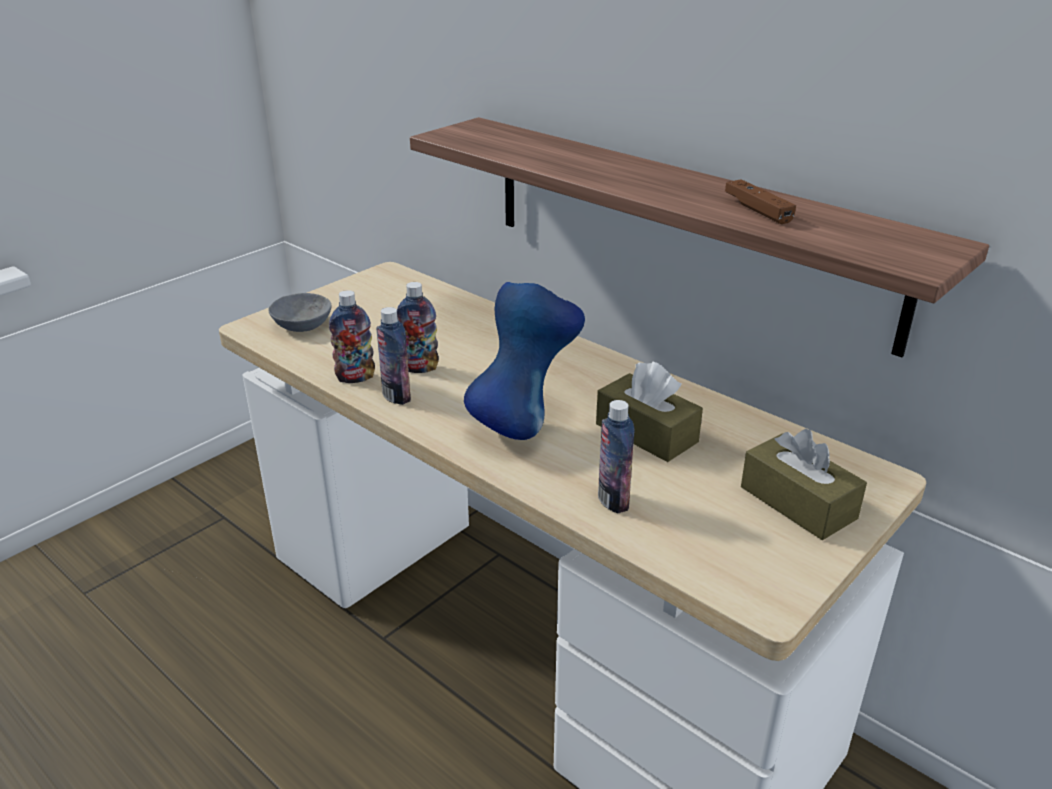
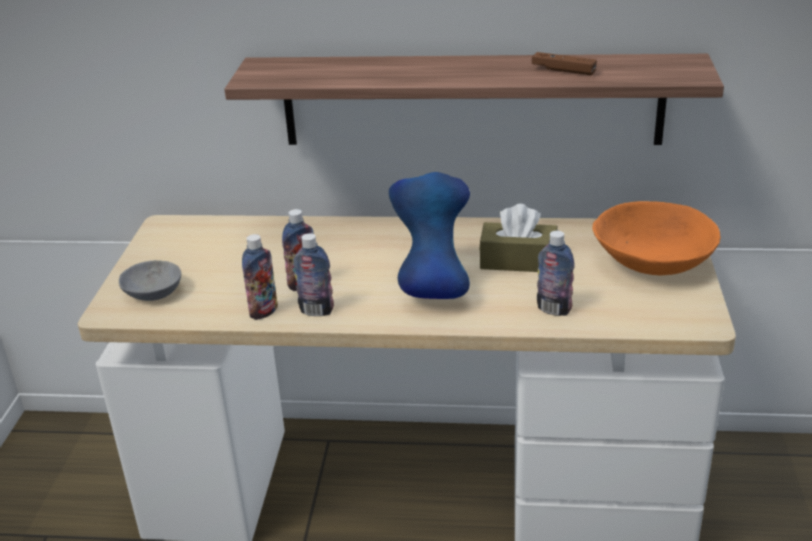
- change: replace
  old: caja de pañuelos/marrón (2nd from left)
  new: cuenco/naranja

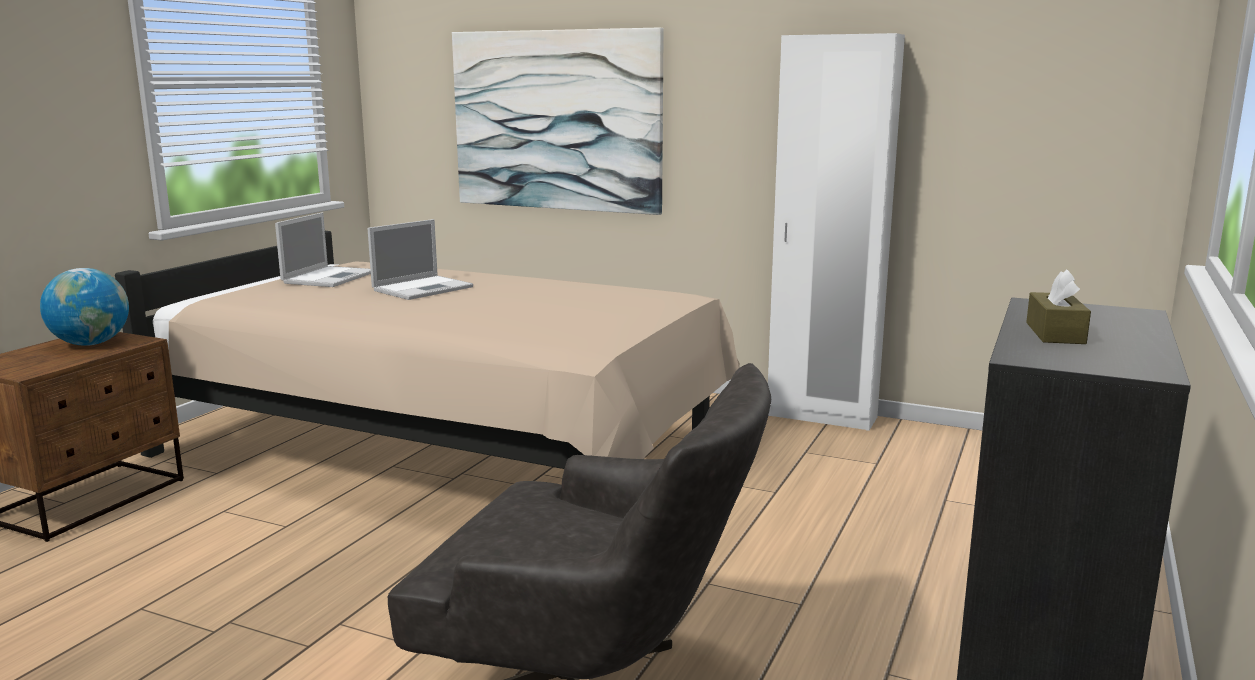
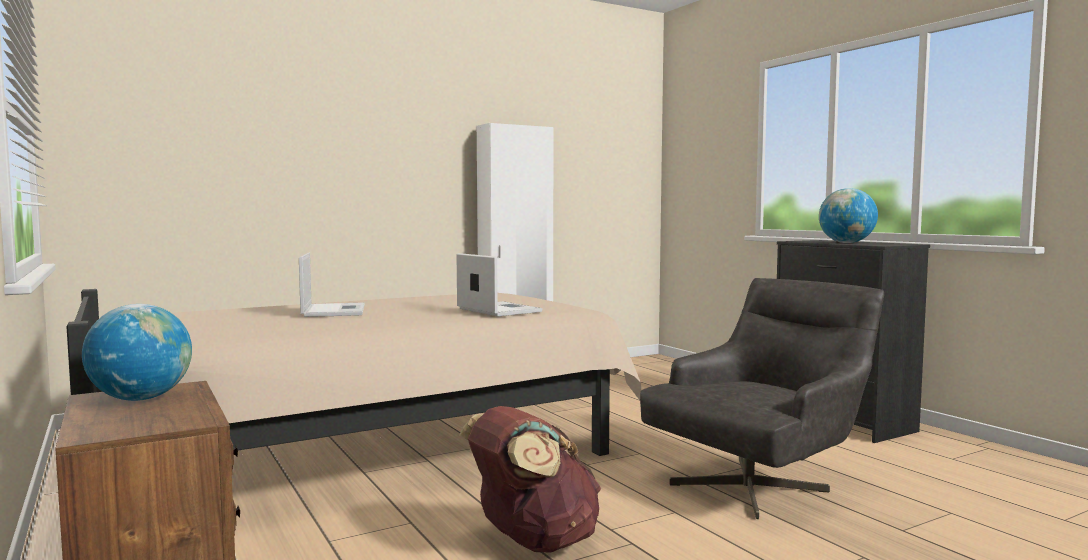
- change: move
  old: portátil (1st from left in the first image)
  new: portátil (2nd from left)
- change: delete
  old: cuadro
- change: replace
  old: caja de pañuelos/marrón
  new: globo terráqueo (2nd from left)
- change: insert
  new: mochila/marrón

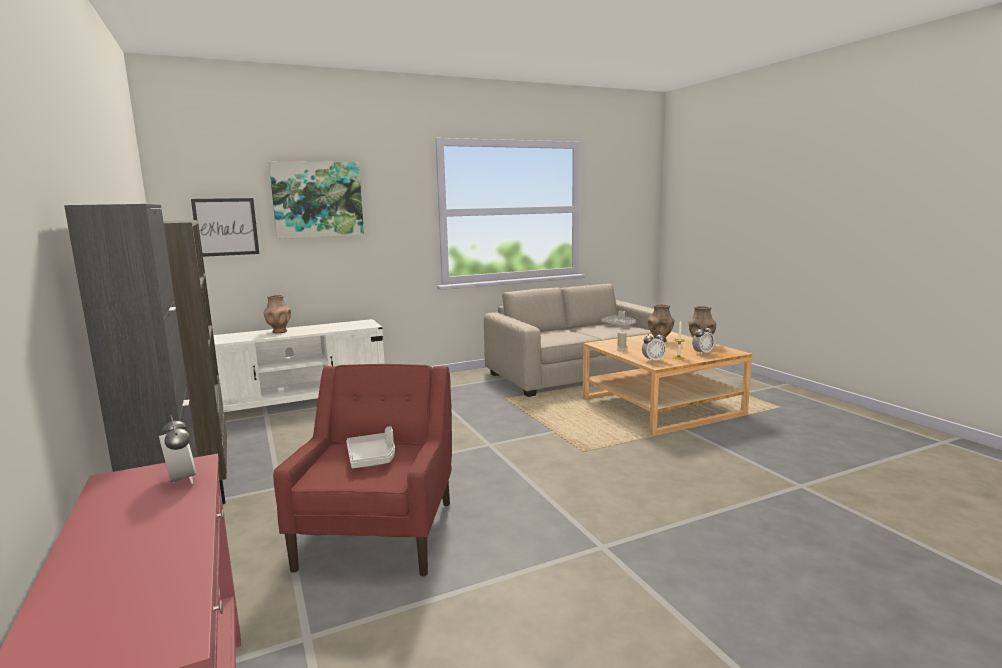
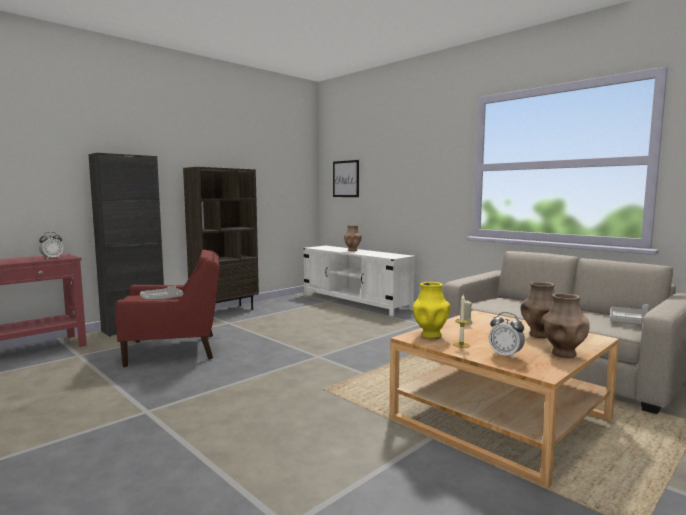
- change: delete
  old: cuadro (2nd from left)
- change: replace
  old: despertador (2nd from left)
  new: florero/amarillo

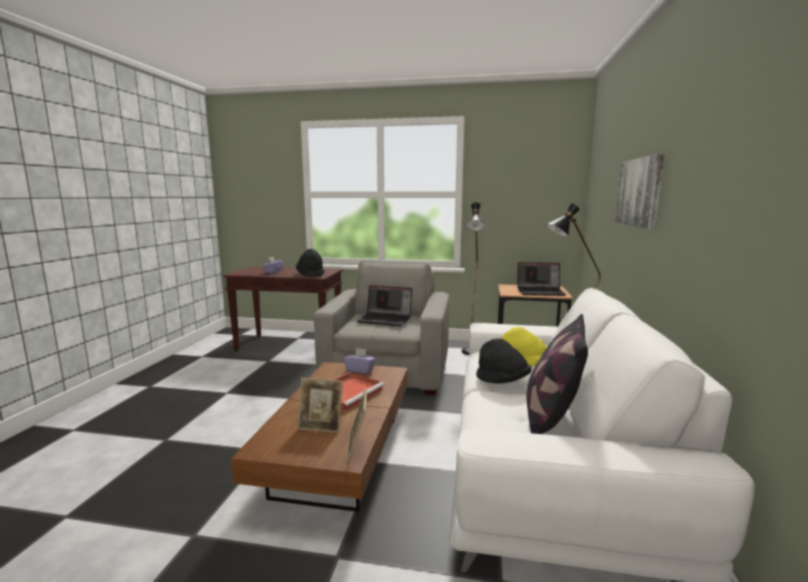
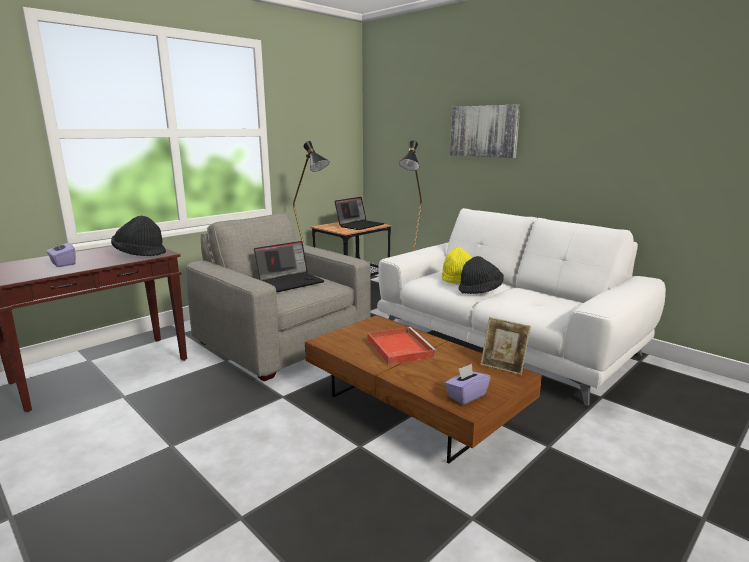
- change: delete
  old: portarretratos (1st from left)
- change: move
  old: caja de pañuelos/morado (2nd from left)
- change: delete
  old: cojín

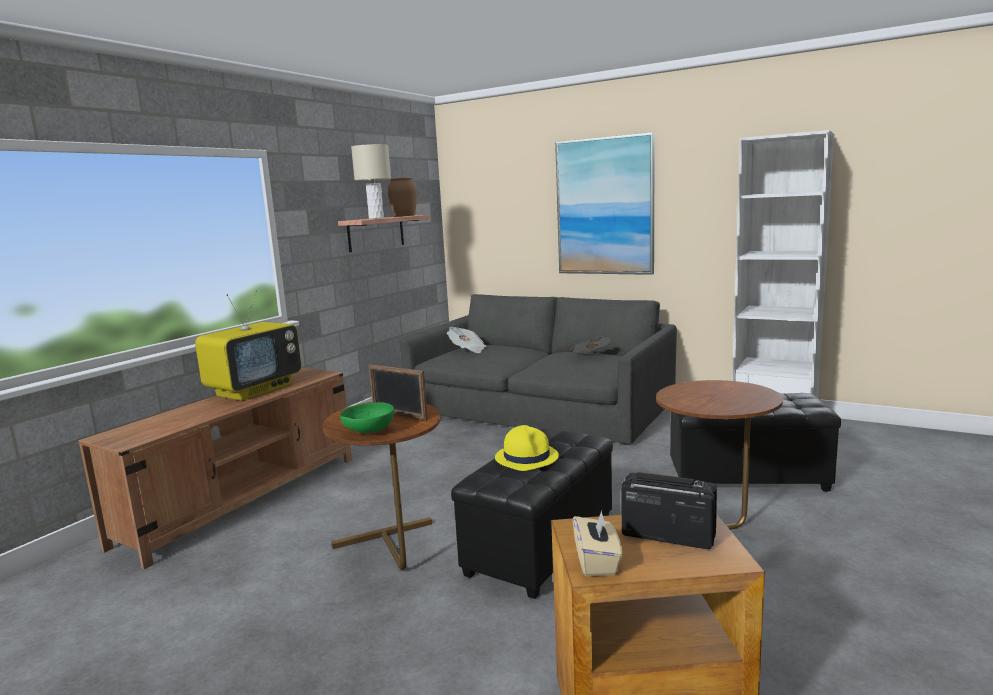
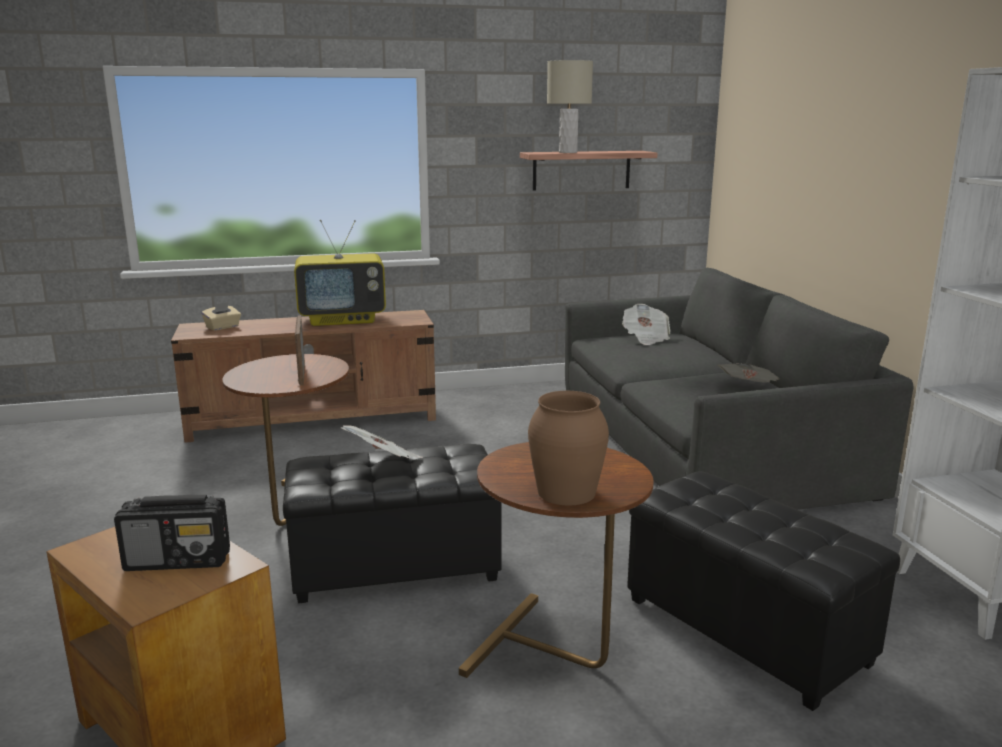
- change: delete
  old: cuenco/verde
- change: move
  old: florero/marrón
- change: replace
  old: sombrero/amarillo
  new: periódico (1st from left)
- change: delete
  old: cuadro
- change: move
  old: caja de pañuelos/beis
- change: rotate
  old: radio
  degrees: 105

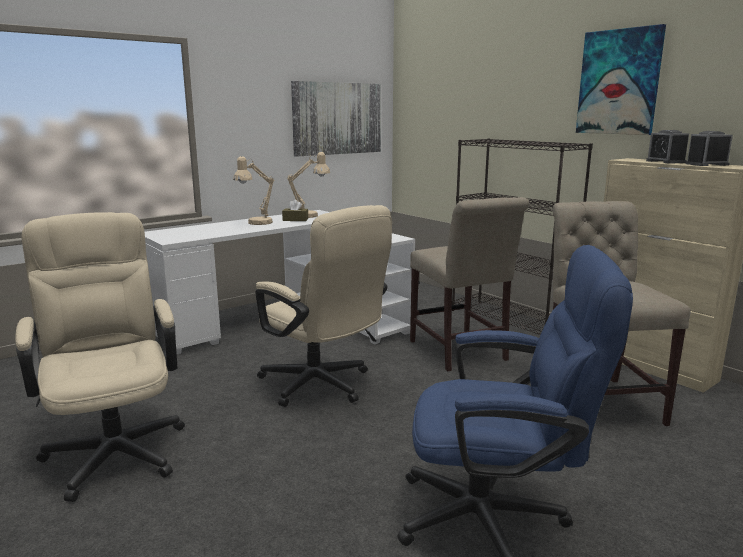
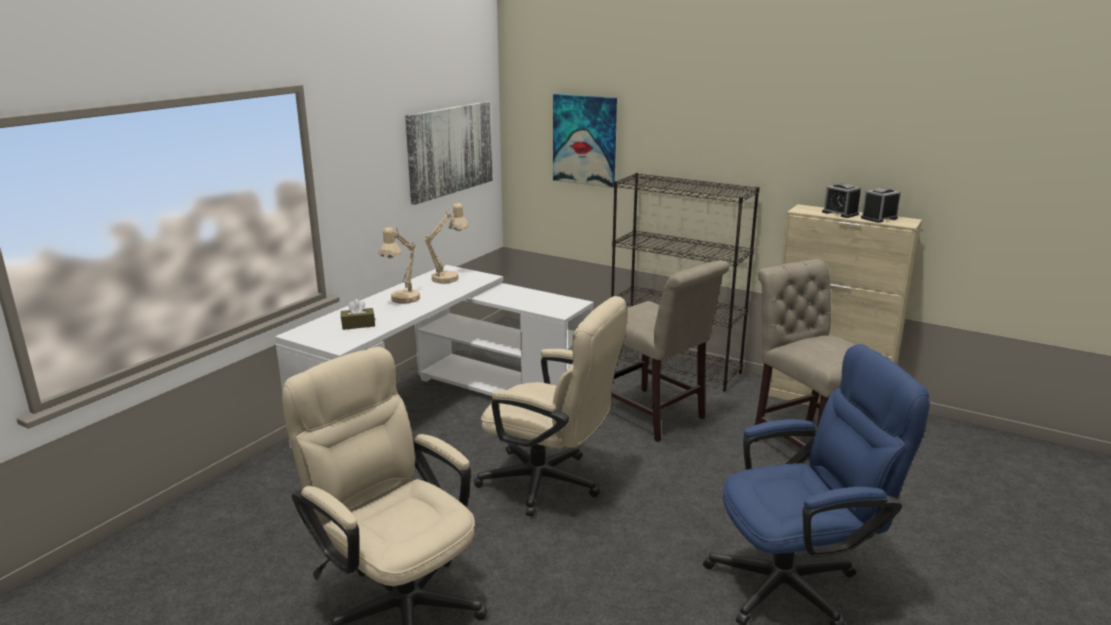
- change: move
  old: caja de pañuelos/marrón
- change: move
  old: cuadro (2nd from left)

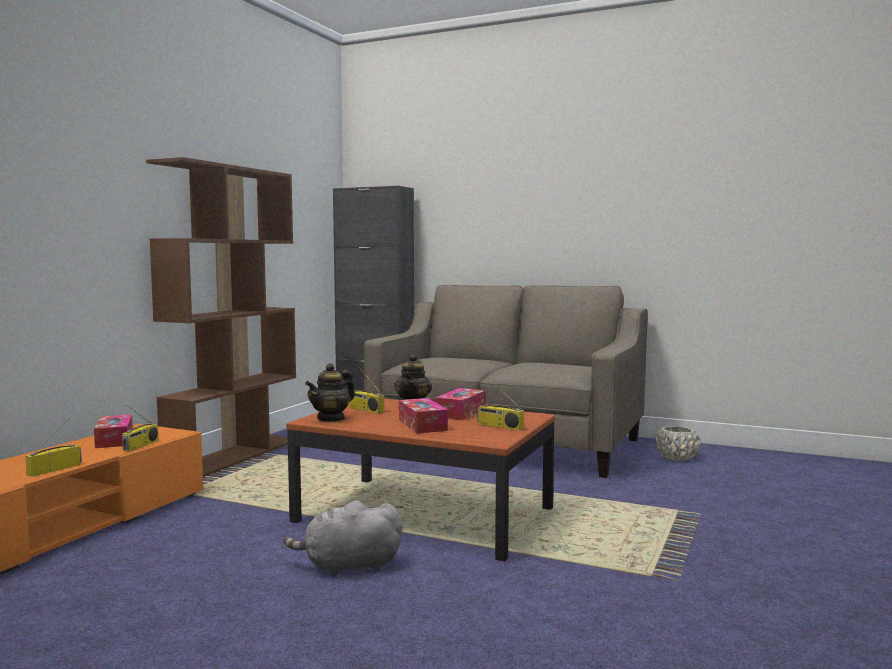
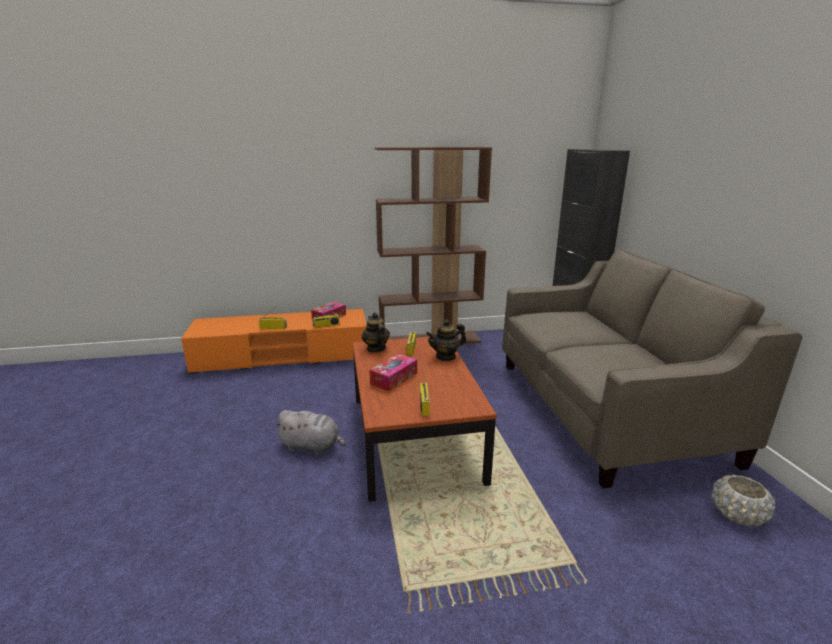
- change: rotate
  old: peluche/gris
  degrees: 150
- change: rotate
  old: tetera (1st from left)
  degrees: 60
- change: delete
  old: caja de pañuelos (3rd from left)

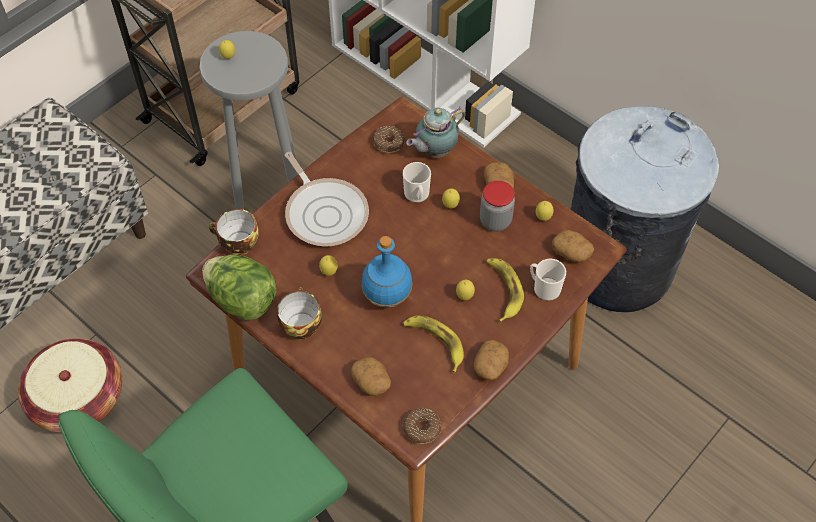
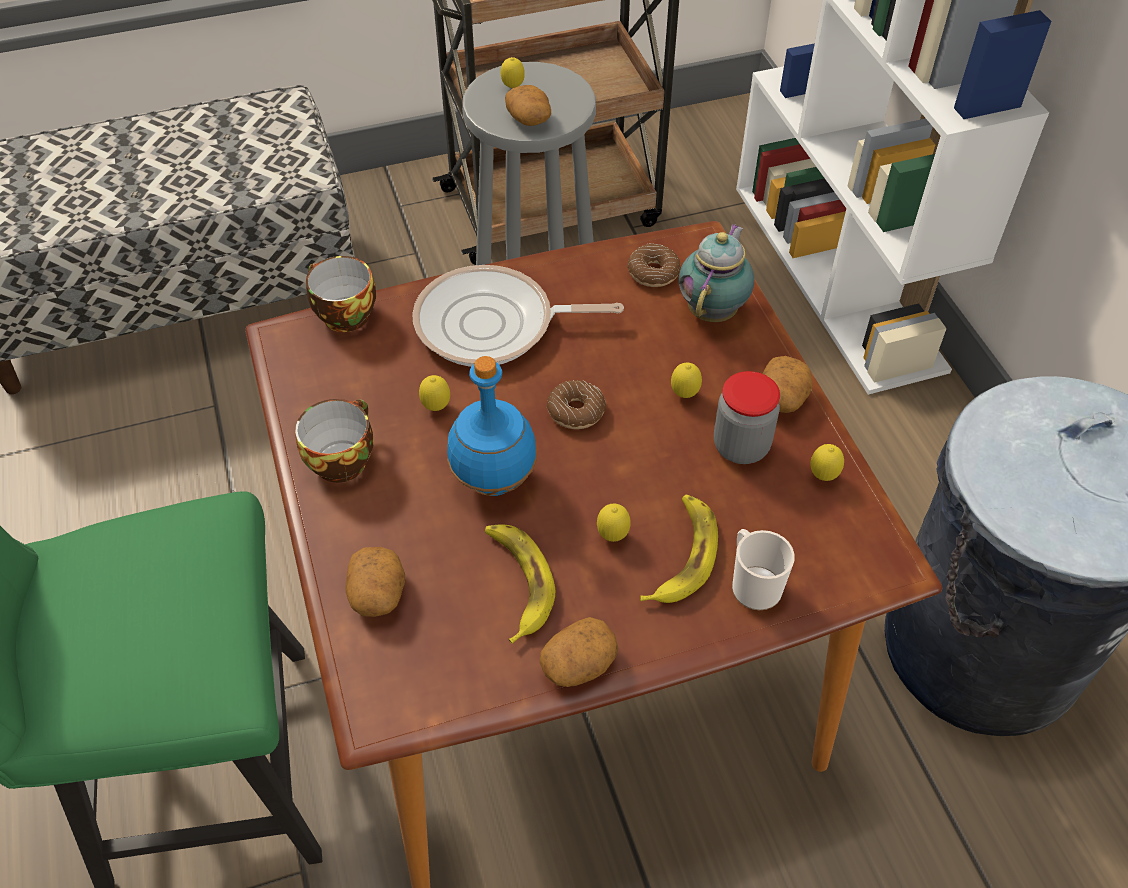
- change: delete
  old: cesta
- change: delete
  old: lechuga
- change: rotate
  old: sartén
  degrees: 90
- change: delete
  old: taza grande (1st from left)
- change: move
  old: rosquilla (2nd from left in the first image)
  new: rosquilla (1st from left)
- change: rotate
  old: tetera
  degrees: 120
- change: move
  old: patata (4th from left in the first image)
  new: patata (2nd from left)

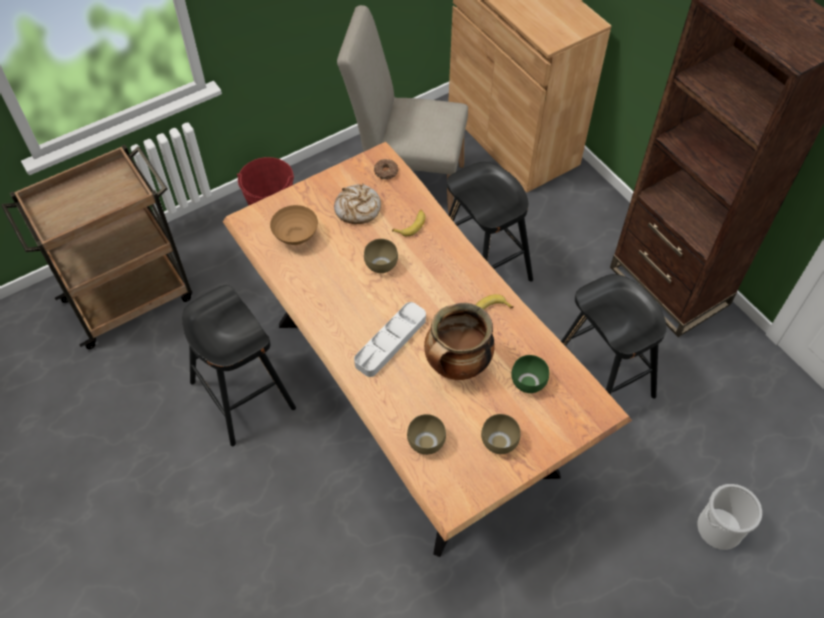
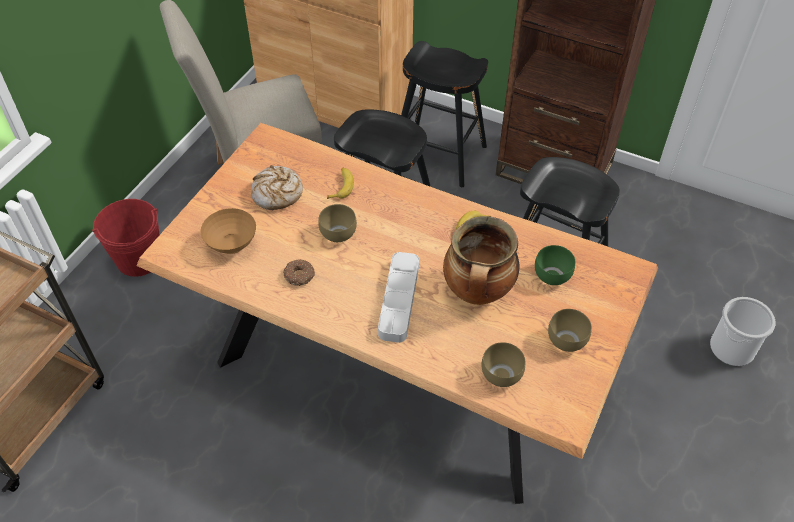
- change: move
  old: taburete/negro (1st from left in the first image)
  new: taburete/negro (2nd from left)
- change: move
  old: rosquilla

